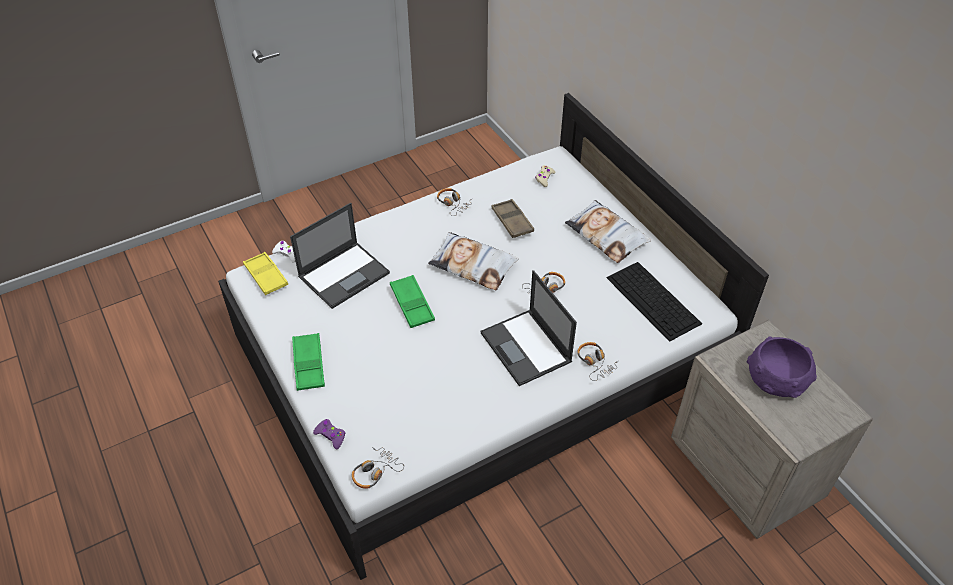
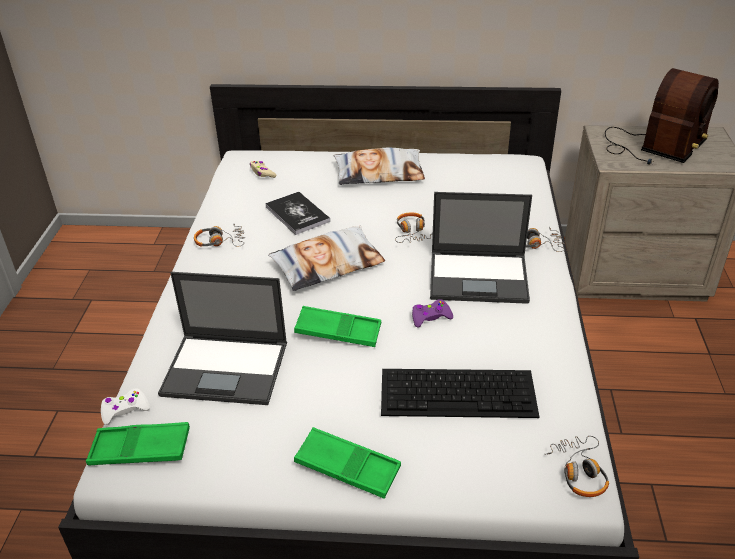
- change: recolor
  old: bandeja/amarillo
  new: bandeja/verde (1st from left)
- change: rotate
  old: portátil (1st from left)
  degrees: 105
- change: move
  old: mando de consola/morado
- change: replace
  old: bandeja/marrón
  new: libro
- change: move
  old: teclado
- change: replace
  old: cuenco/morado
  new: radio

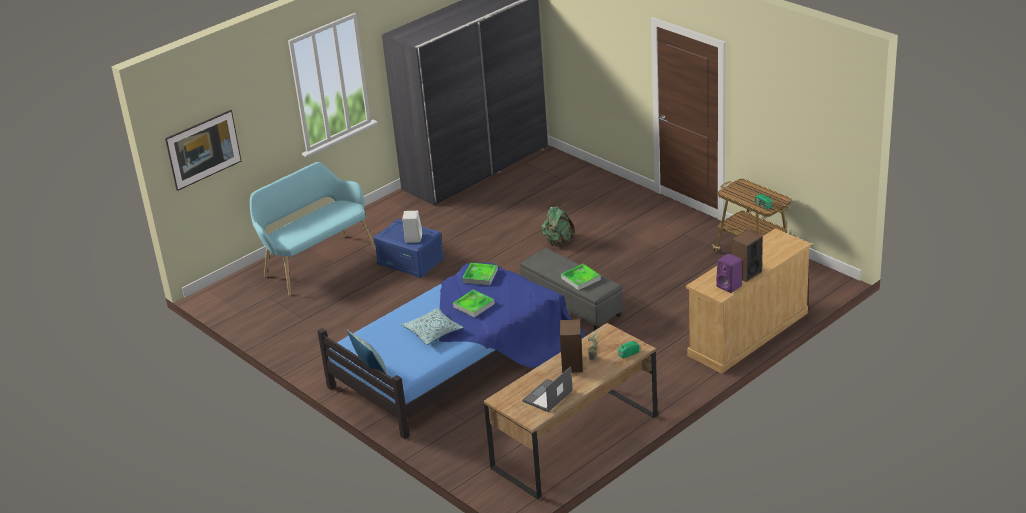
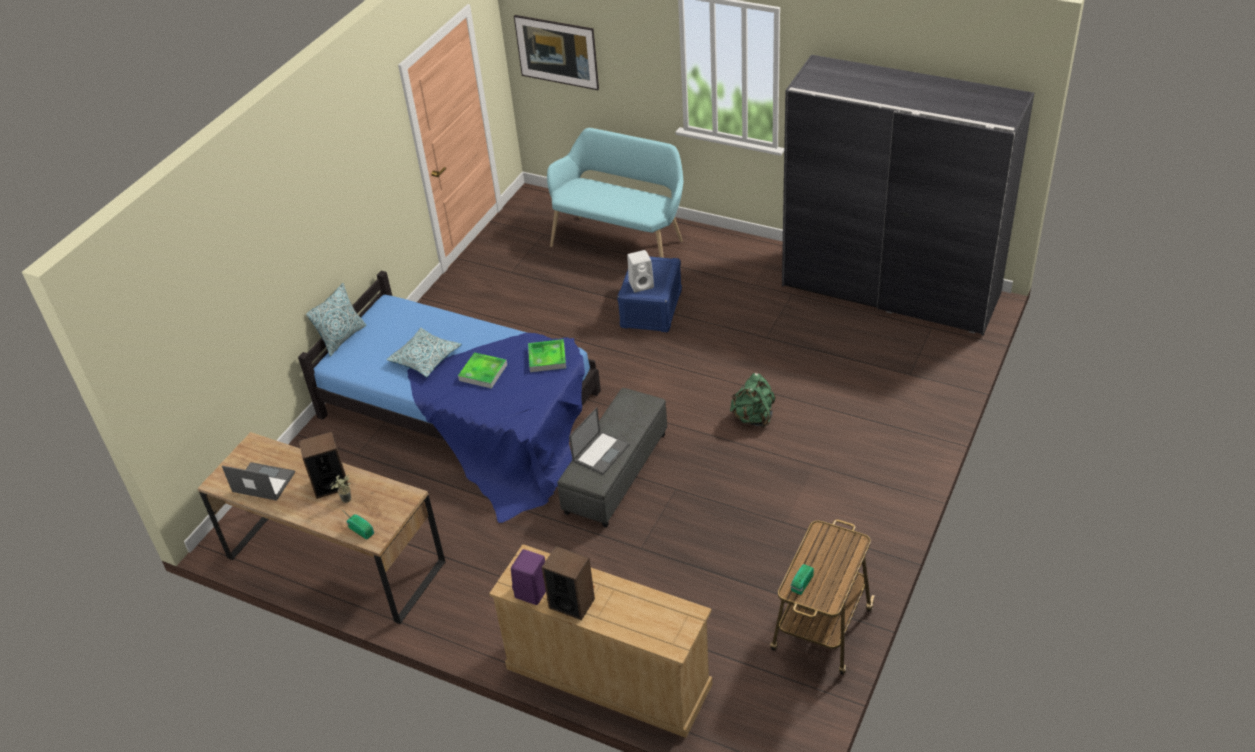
- change: replace
  old: bandeja (3rd from left)
  new: portátil (2nd from left)

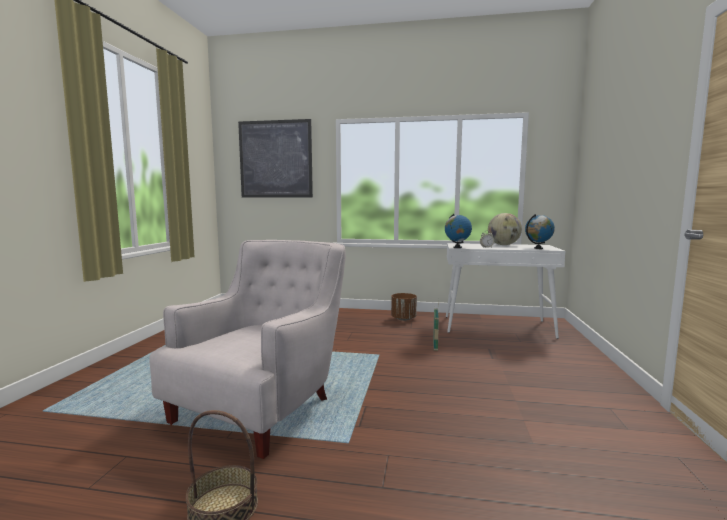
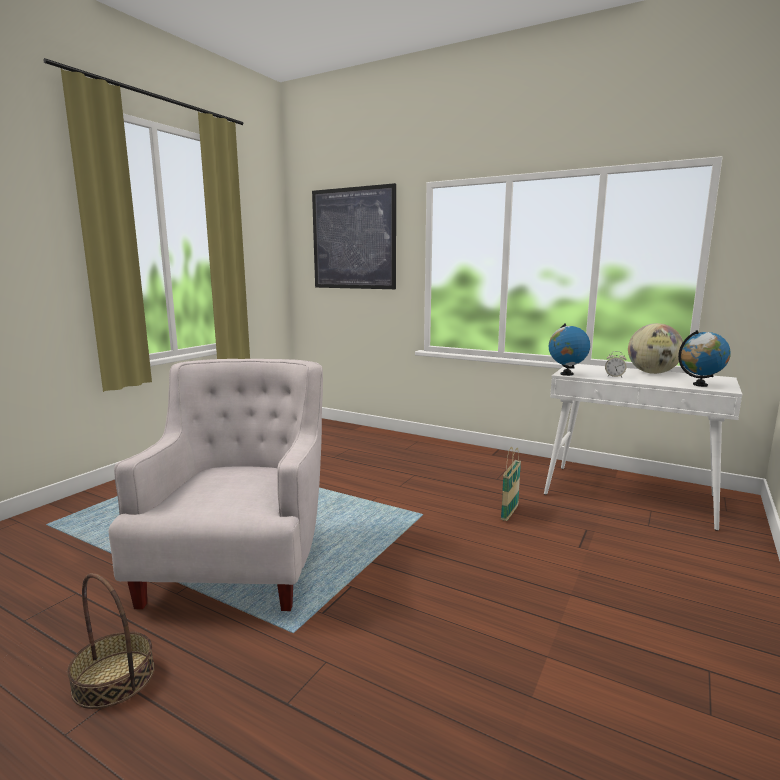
- change: rotate
  old: sillón/blanco
  degrees: -45
- change: delete
  old: maceta/marrón

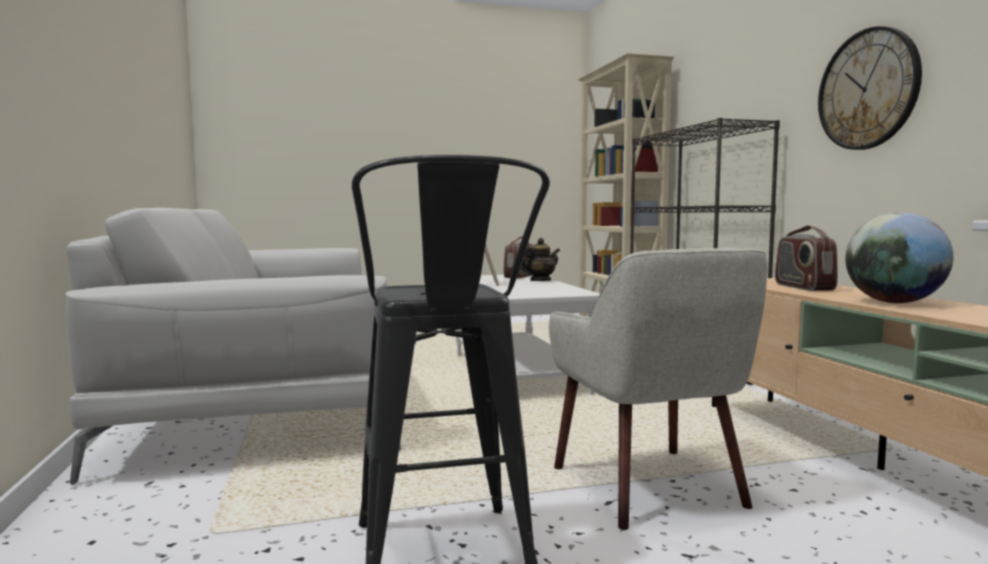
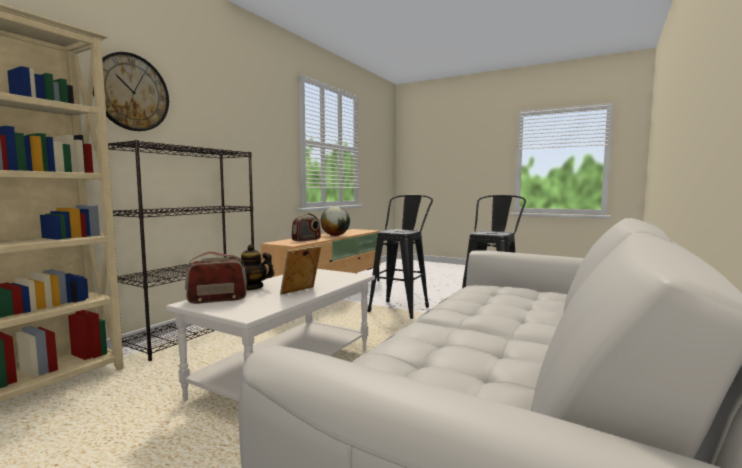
- change: replace
  old: sillón/beis
  new: taburete/negro (1st from left)
- change: move
  old: reloj de pared

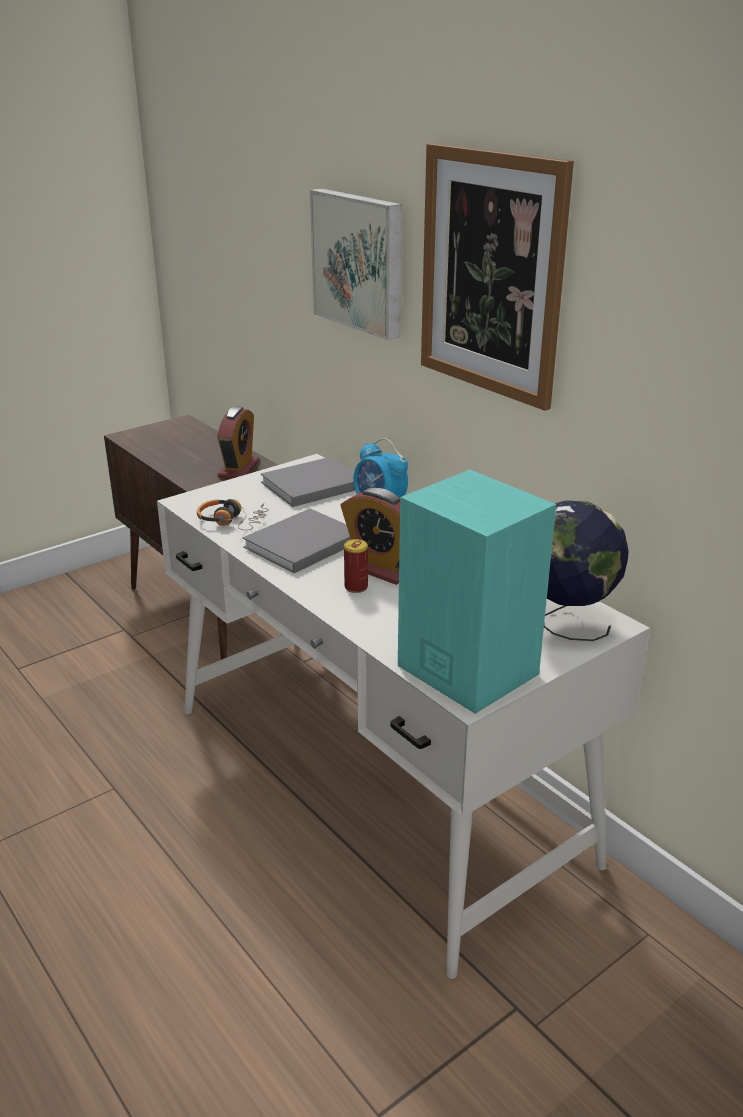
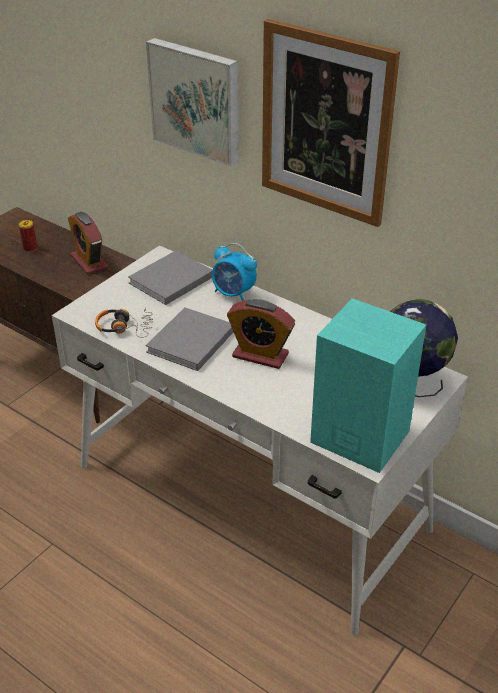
- change: rotate
  old: despertador (1st from left)
  degrees: 150
- change: move
  old: lata

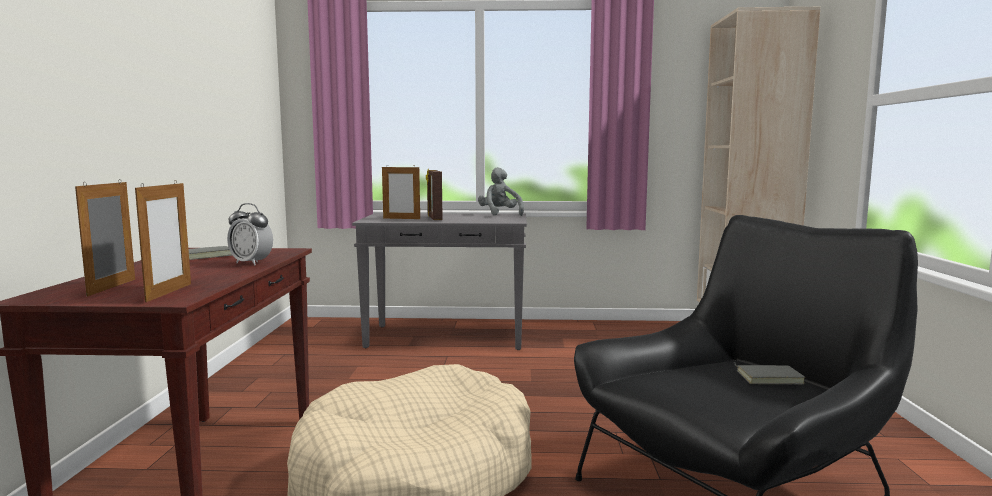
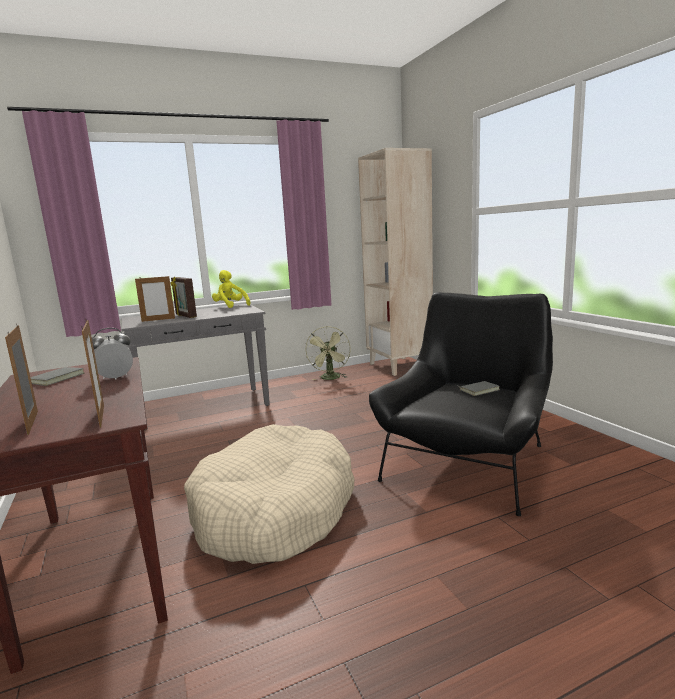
- change: rotate
  old: despertador
  degrees: 150
- change: recolor
  old: peluche/gris
  new: peluche/amarillo
- change: insert
  new: ventilador/verde

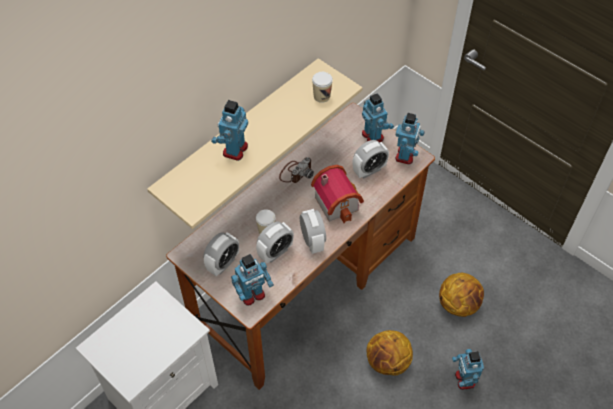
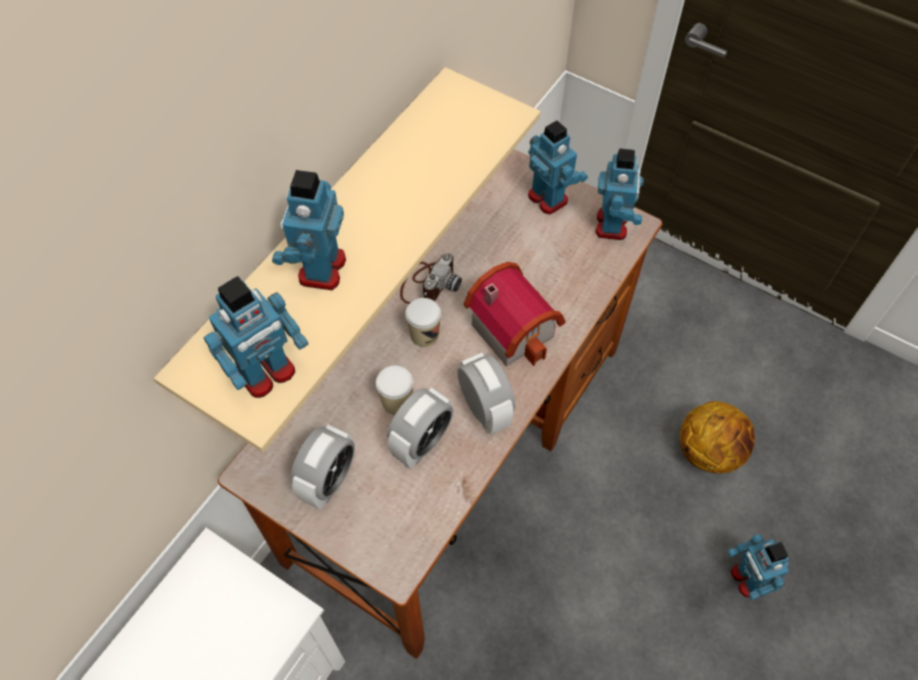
- change: move
  old: robot de juguete (2nd from left in the first image)
  new: robot de juguete (1st from left)
- change: move
  old: taza (2nd from left)
- change: delete
  old: despertador (4th from left)
- change: delete
  old: balón de baloncesto (1st from left)

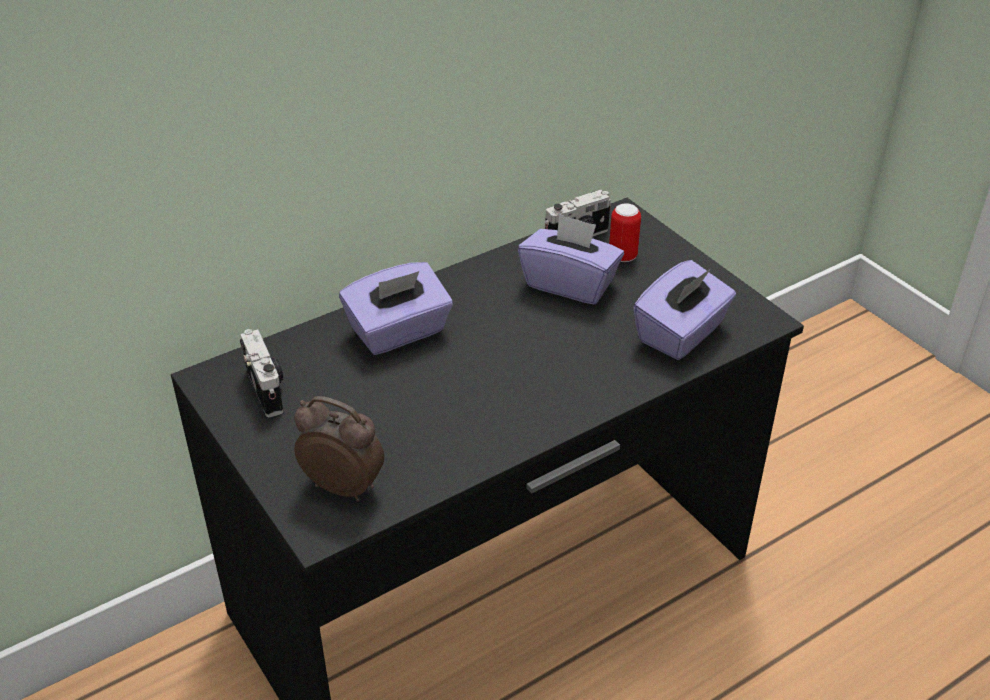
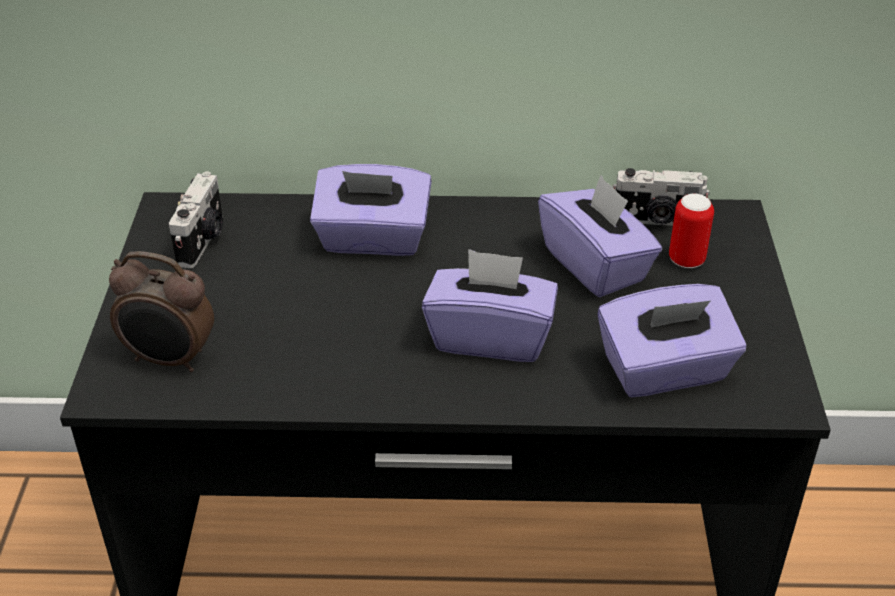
- change: rotate
  old: despertador
  degrees: 135
- change: insert
  new: caja de pañuelos/morado (2nd from left)

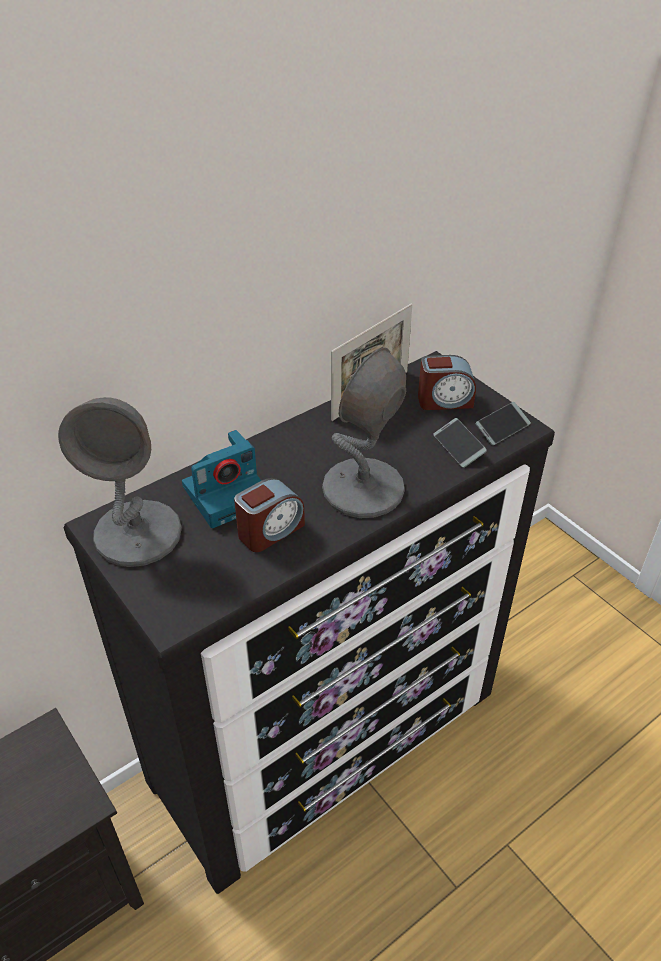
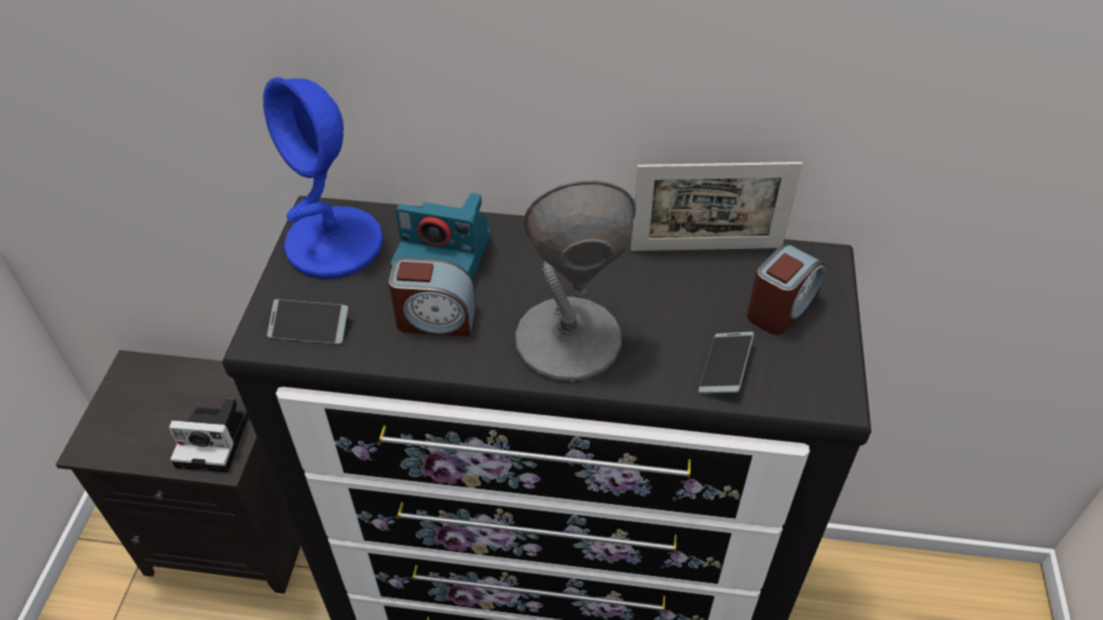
- change: recolor
  old: lámpara de mesa/gris (1st from left)
  new: lámpara de mesa/azul
- change: rotate
  old: despertador (2nd from left)
  degrees: -90
- change: move
  old: móvil (2nd from left in the first image)
  new: móvil (1st from left)
- change: insert
  new: cámara (1st from left)

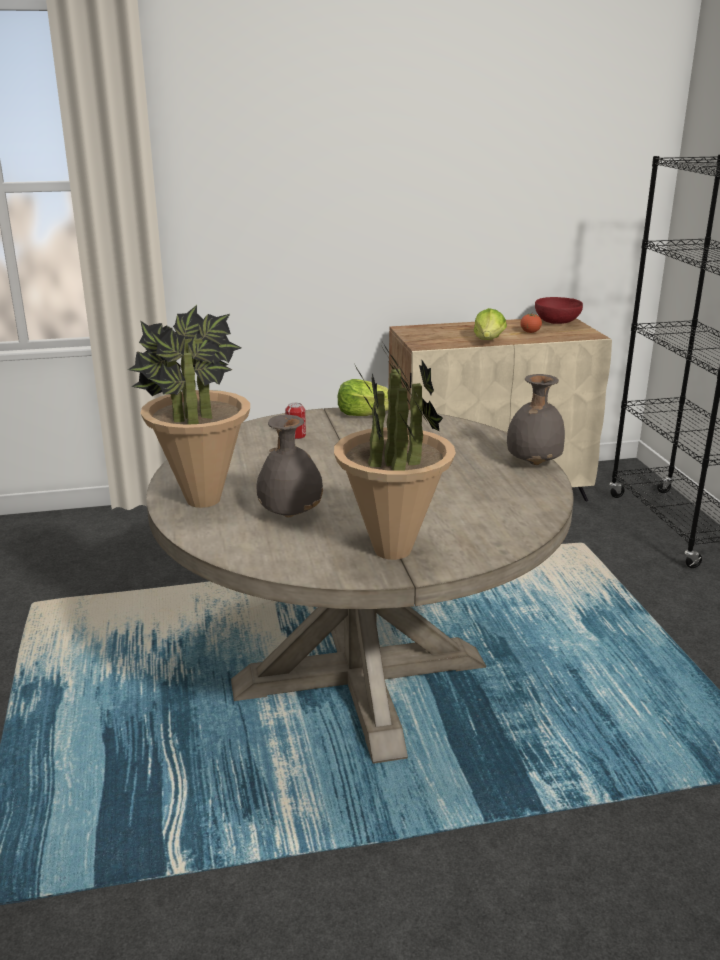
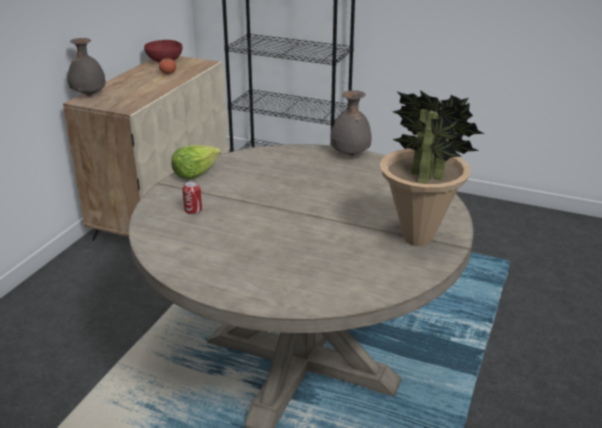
- change: delete
  old: planta en maceta (1st from left)
- change: move
  old: florero/gris (1st from left)
- change: delete
  old: lechuga (2nd from left)

